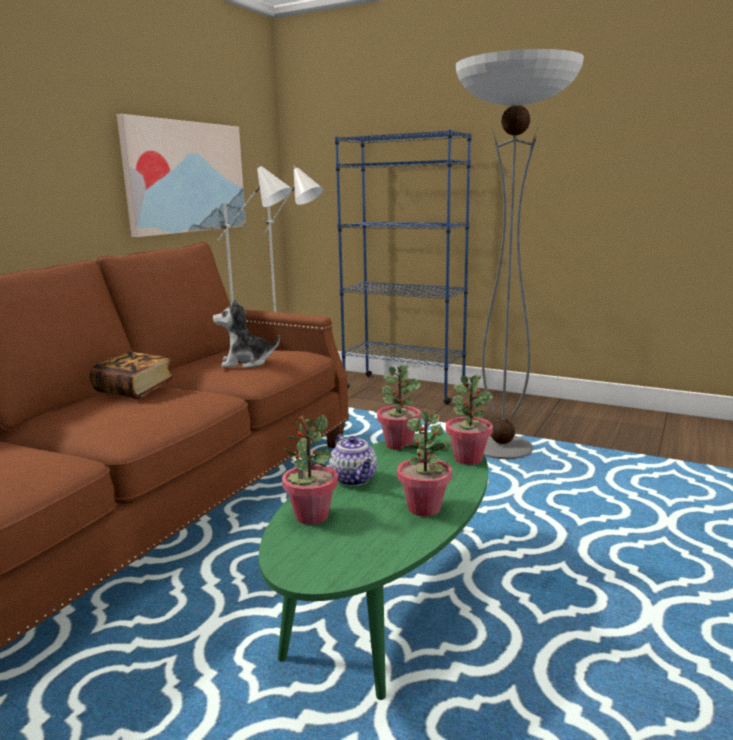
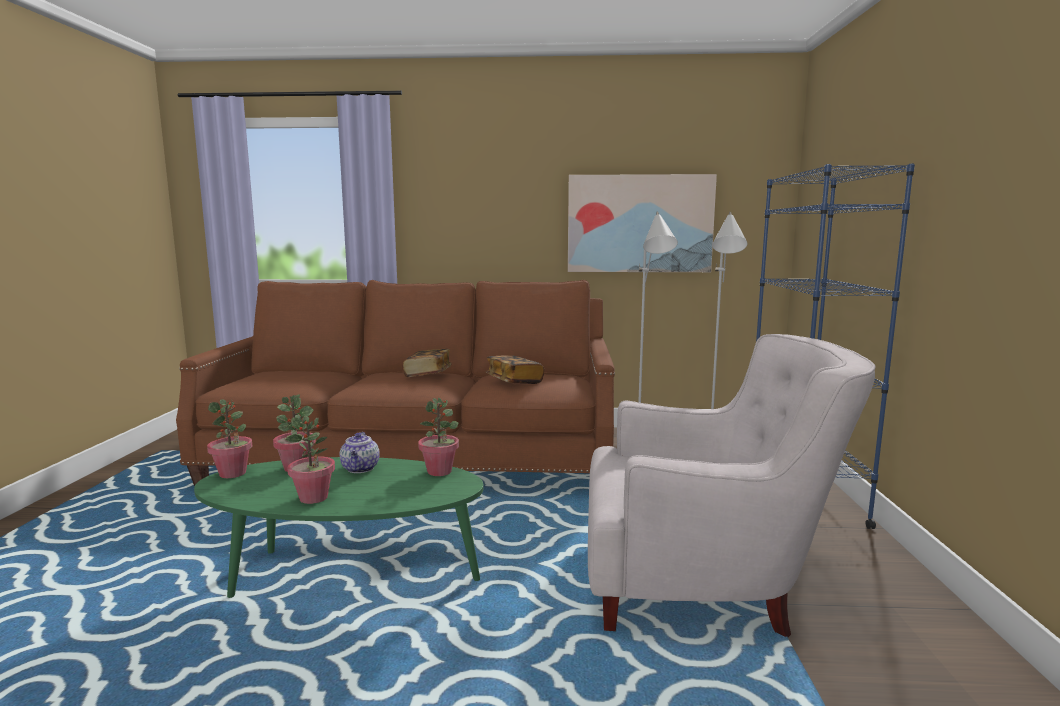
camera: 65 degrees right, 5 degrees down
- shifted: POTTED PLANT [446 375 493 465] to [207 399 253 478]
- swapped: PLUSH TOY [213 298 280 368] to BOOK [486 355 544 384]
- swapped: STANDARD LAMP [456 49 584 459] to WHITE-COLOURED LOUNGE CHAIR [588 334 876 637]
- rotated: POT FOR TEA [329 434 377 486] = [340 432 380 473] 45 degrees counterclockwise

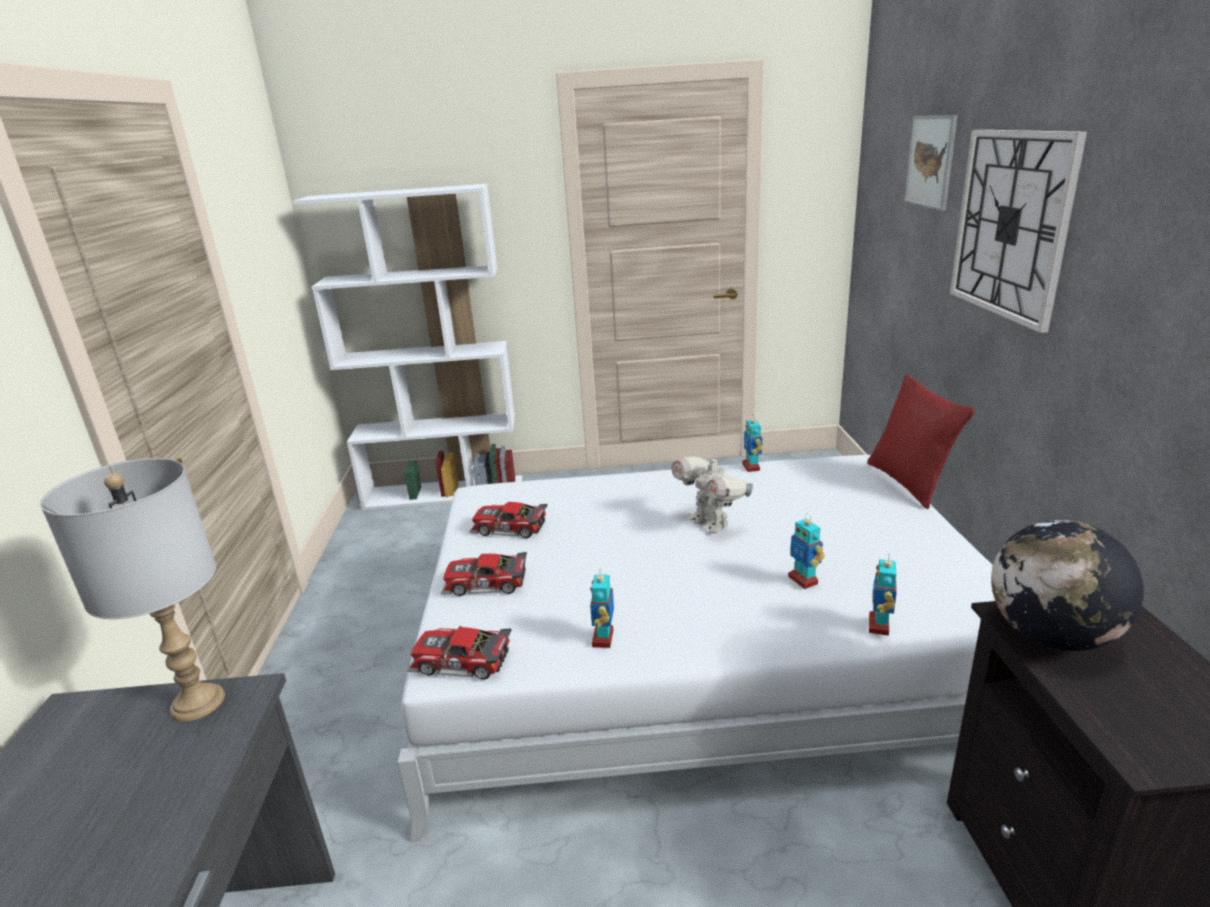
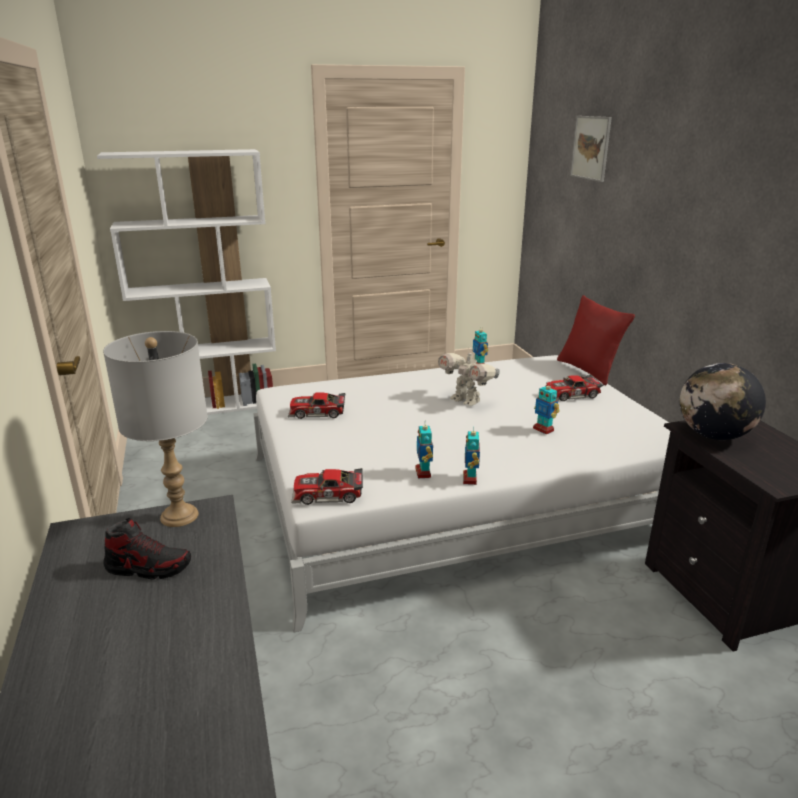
camera: 15 degrees left, 0 degrees up
- gone: HANGING CLOCK [950 130 1087 333]
- new: SHOE [103 518 191 580]
- shifted: MINIATURE CAR [441 552 527 596] to [546 375 604 401]
- shifted: TOY ROBOT [869 556 897 636] to [463 430 480 485]

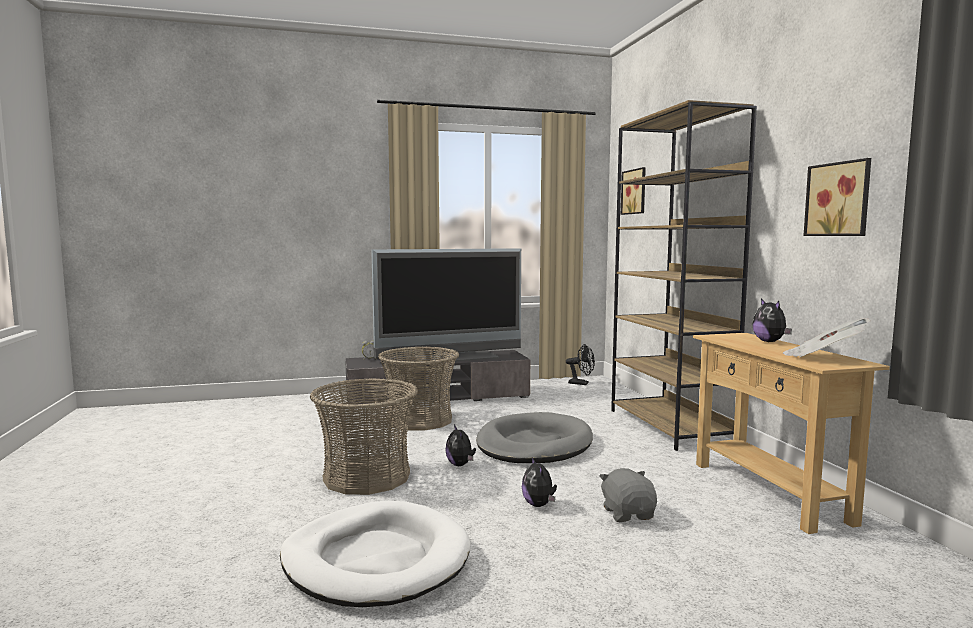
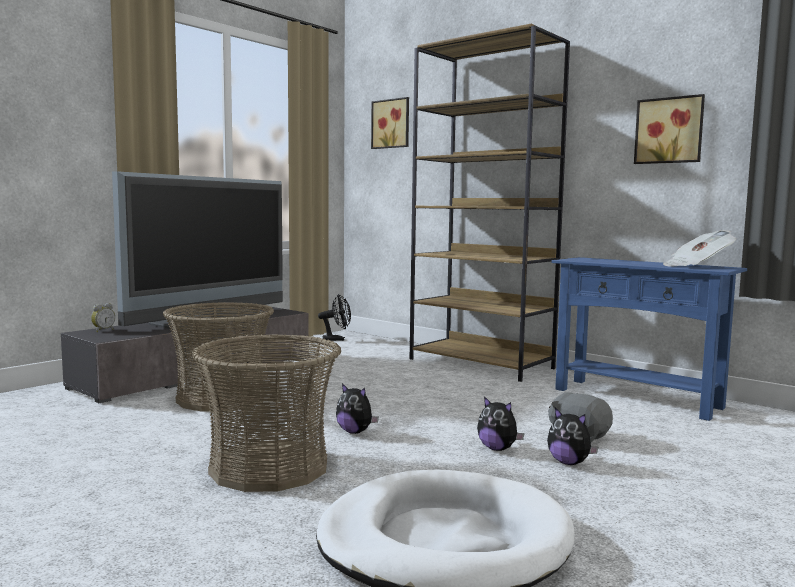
camera: 35 degrees left, 0 degrees up
- gone: GRAY DOG BED [476 412 593 463]
- shifted: PLUSH TOY [752 299 792 342] to [547 408 598 465]
- repainted: BEIGE-COLOURED HALL TABLE [693 333 890 534] to BLUISH HALL TABLE [552 257 747 421]

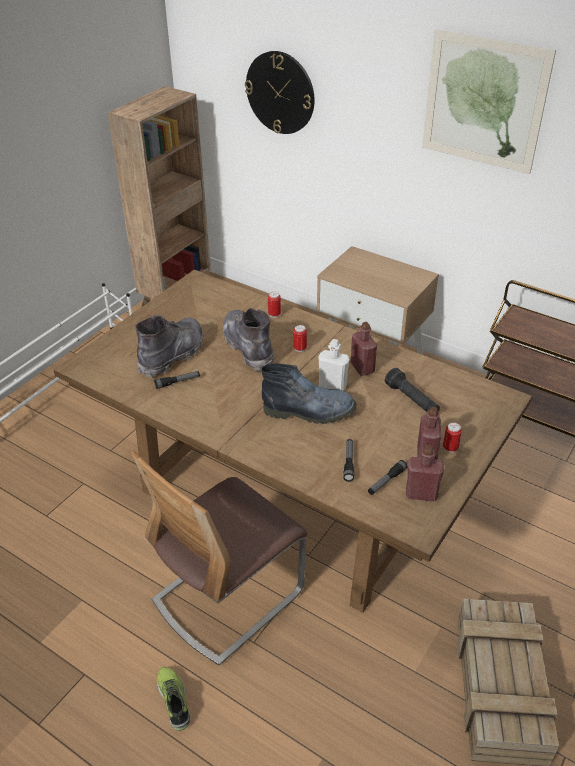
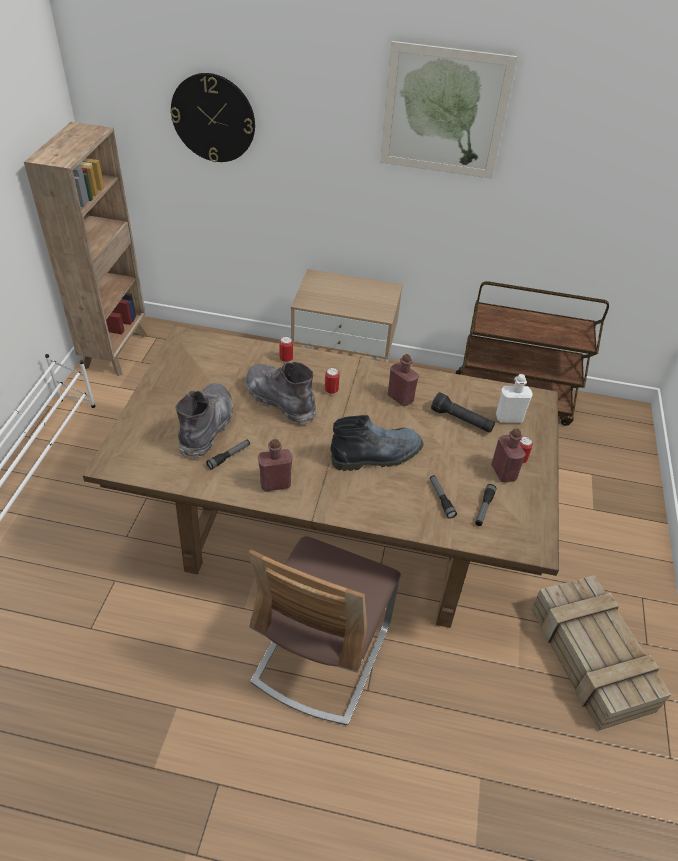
camera: 25 degrees left, 5 degrees up
- gone: SHOE [157 667 190 731]
- shifted: WHITE-COLOURED DRINK BOTTLE [318 339 349 391] to [496 374 533 423]
- shifted: RED DRINK BOTTLE [406 445 444 502] to [258 439 292 492]

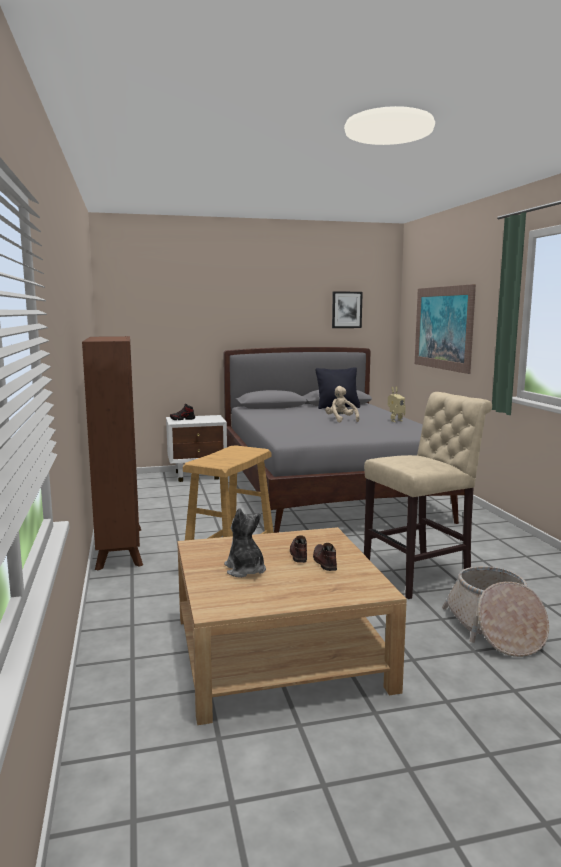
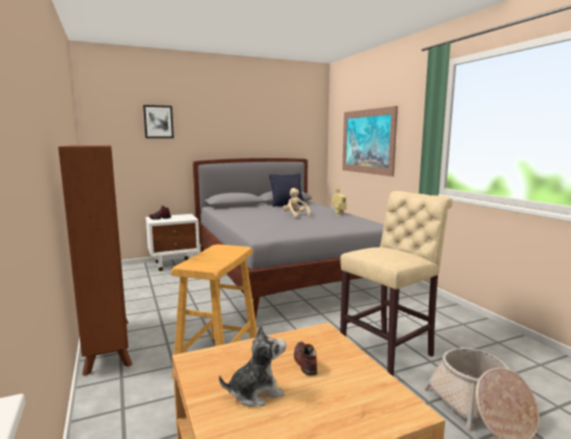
camera: 10 degrees left, 0 degrees up
- gone: BROWNISH SHOE [313 543 337 571]
- shifted: WALL PICTURE [332 291 363 328] to [143 105 174 138]
- rotated: PLUSH TOY [224 508 266 578] = [219 325 286 407] 105 degrees clockwise

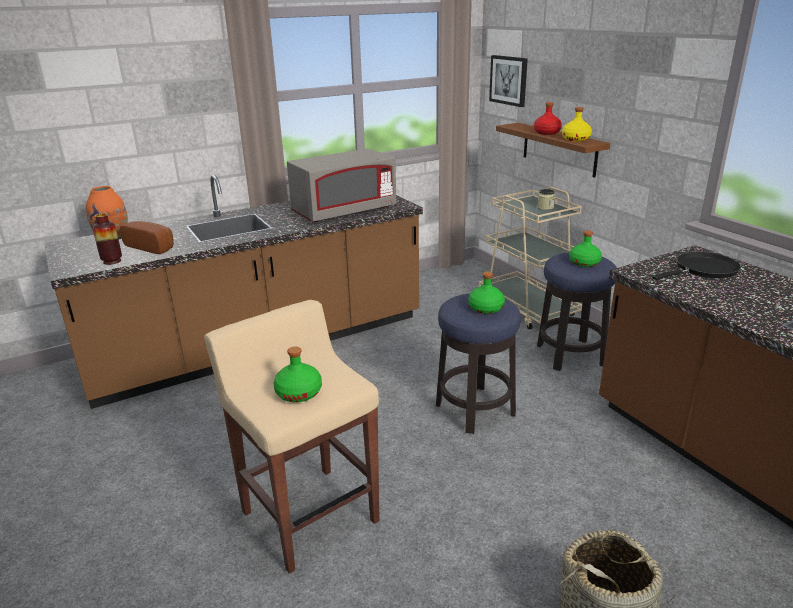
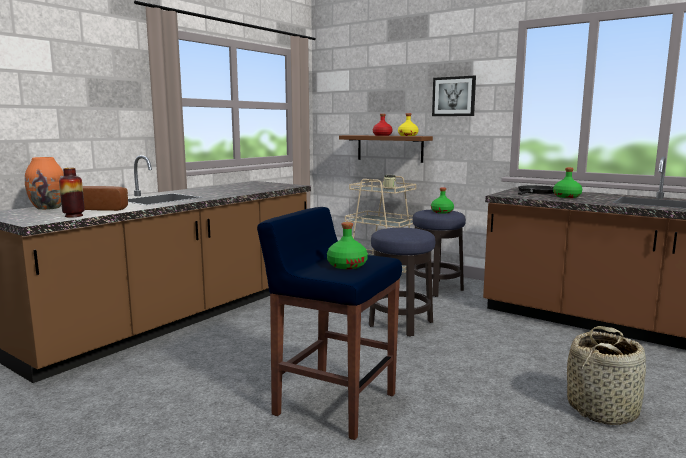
camera: 25 degrees left, 15 degrees down
- gone: GRAY KITCHEN MICROWAVE [287 149 396 222]
- shifted: GREEN DRINK BOTTLE [468 271 505 314] to [553 168 582 198]
- shifted: WALL PICTURE [489 55 528 107] to [432 76 476 116]
- repainted: BEIGE-COLOURED SITTING STOOL [204 300 379 574] to BLUISH SITTING STOOL [257 207 402 440]

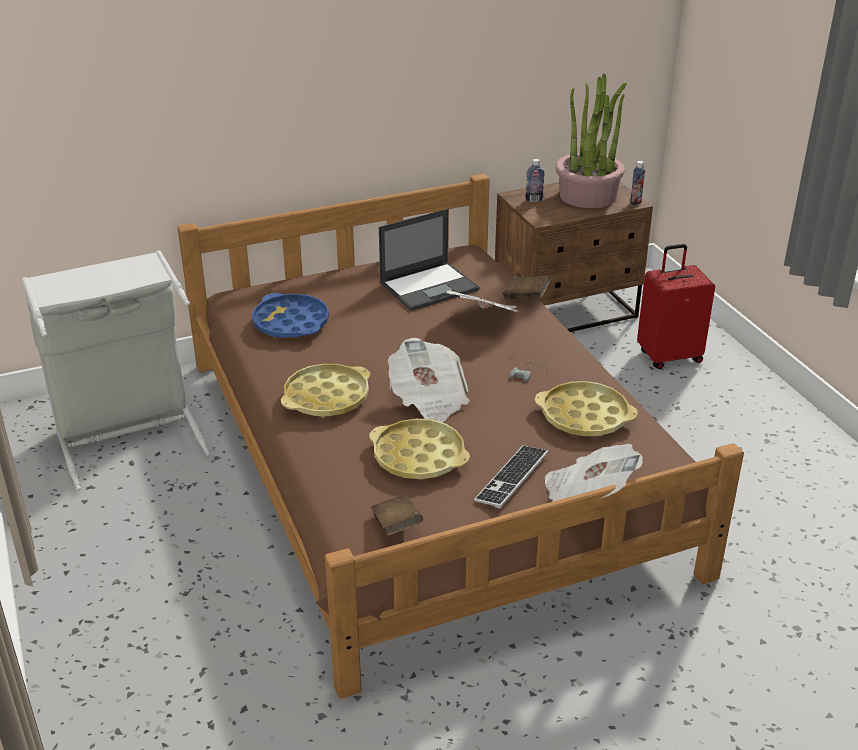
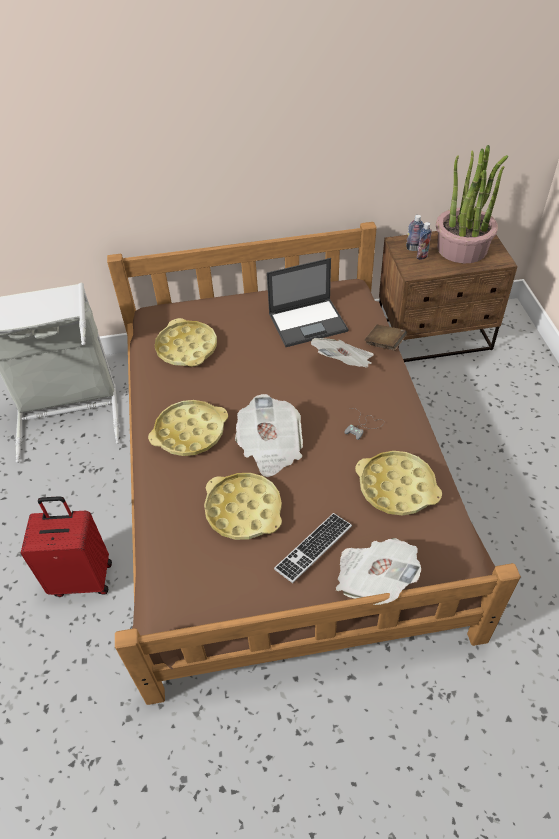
camera: 15 degrees right, 15 degrees up
- gone: BROWNISH BOOK [371 494 423 536]
- shifted: DRINK BOTTLE [630 161 645 205] to [417 222 432 260]
- shifted: RED PIECE OF LUGGAGE [637 244 715 369] to [21 496 112 597]
- repainted: BLUISH SERVING TRAY [252 293 329 338] to YELLOW-COLOURED SERVING TRAY [155 318 217 367]

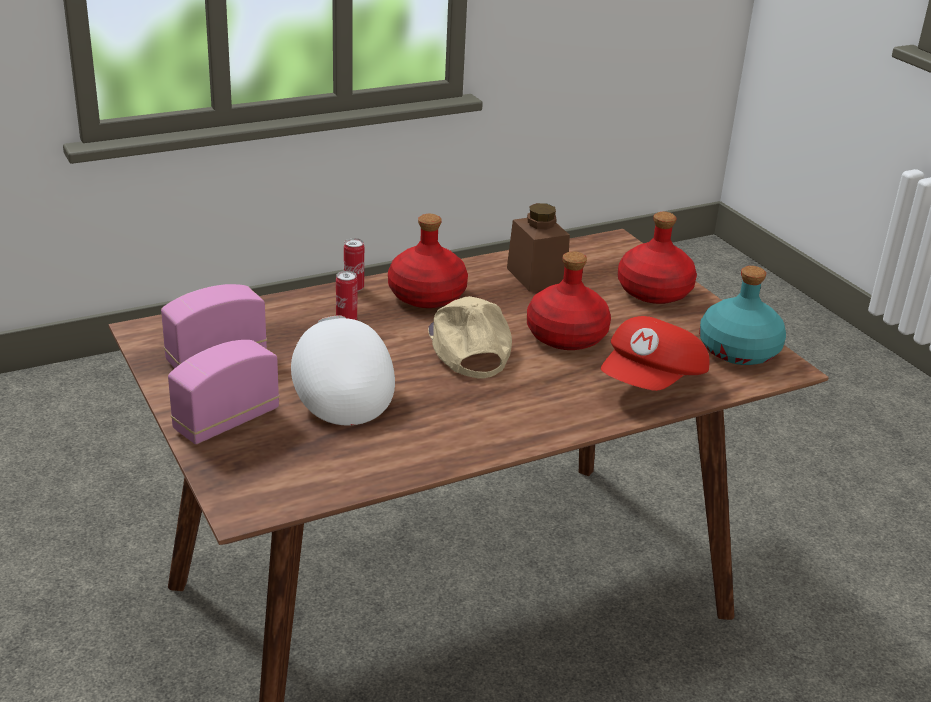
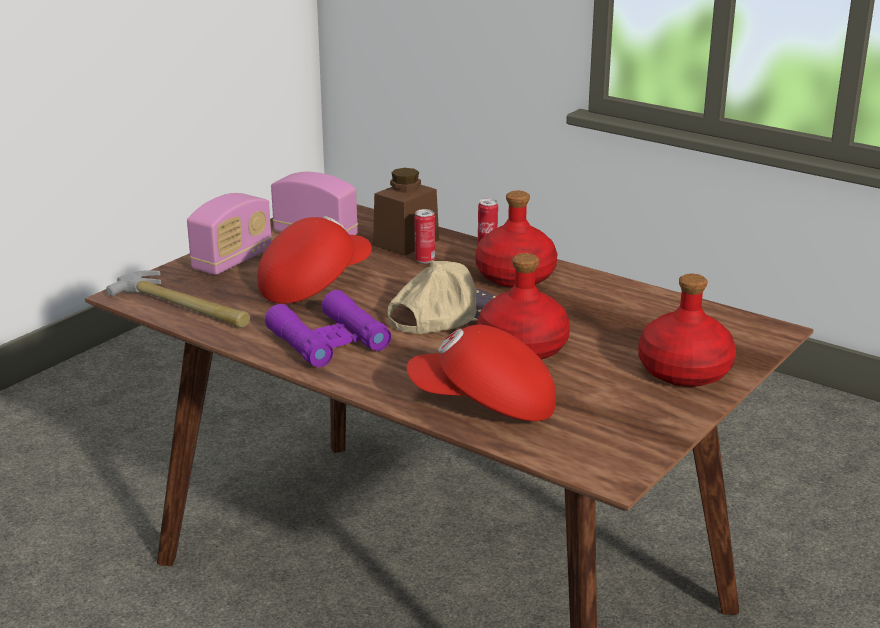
camera: 65 degrees right, 5 degrees down
- gone: TURQUOISE-COLOURED DRINK BOTTLE [699 266 786 365]
- new: HAND HAMMER [106 270 250 328]
- new: PURPLISH FIELD GLASSES [265 290 391 367]
- shifted: BROWNISH STORAGE JAR [507 203 570 292] to [373 168 439 256]
- repainted: WHITE-COLOURED BASEBALL CAP [291 315 395 425] to RED BASEBALL CAP [257 216 372 304]
- rotated: RADIO RECEIVER [168 340 280 444] = [187 193 272 275] 105 degrees clockwise

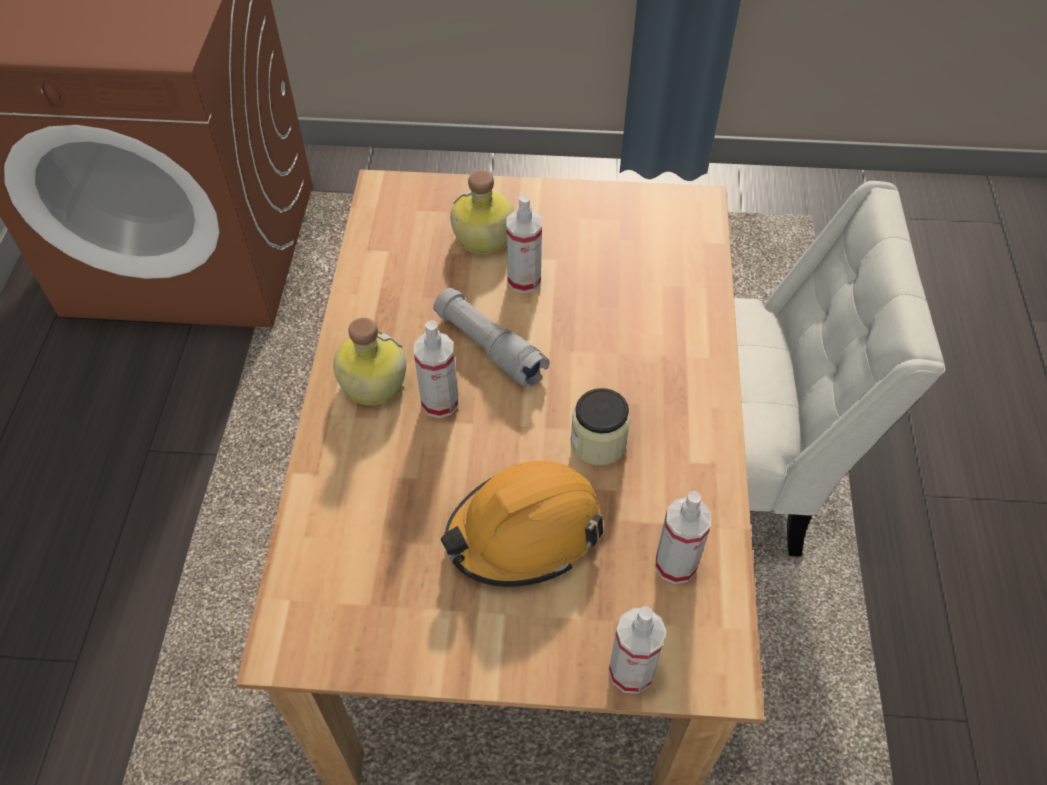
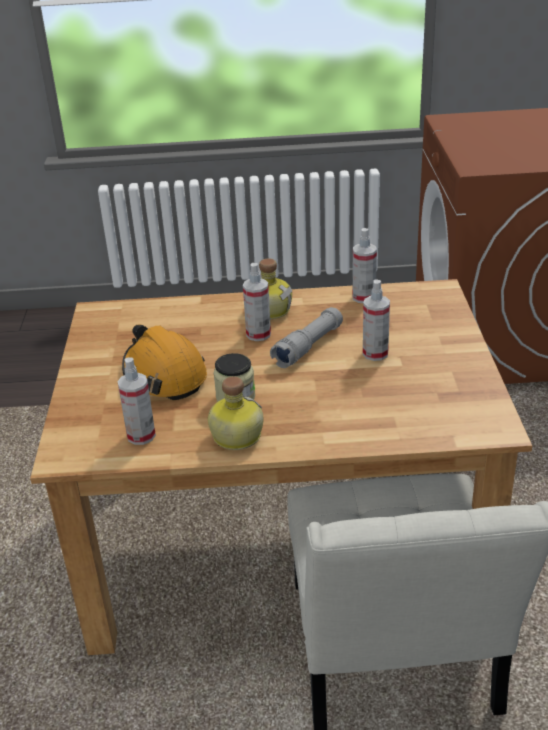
camera: 85 degrees right, 20 degrees down
- shifted: DRINK BOTTLE [450 170 514 254] to [208 376 263 450]
- shifted: SPRAYER [609 606 666 694] to [352 228 377 303]

